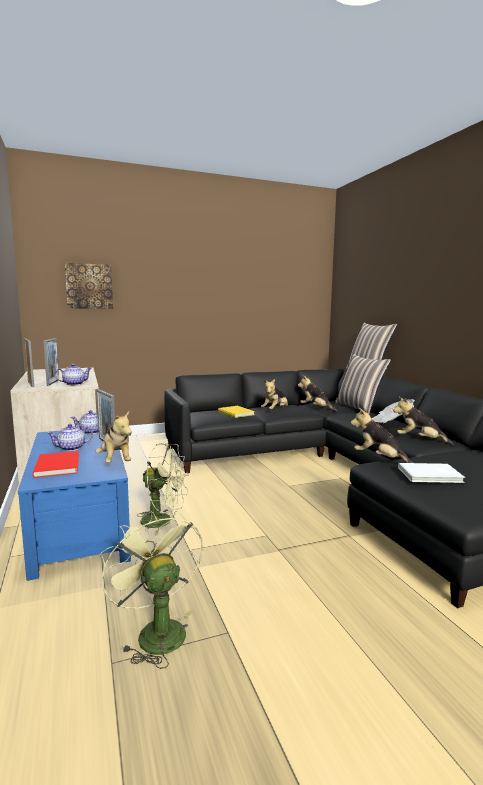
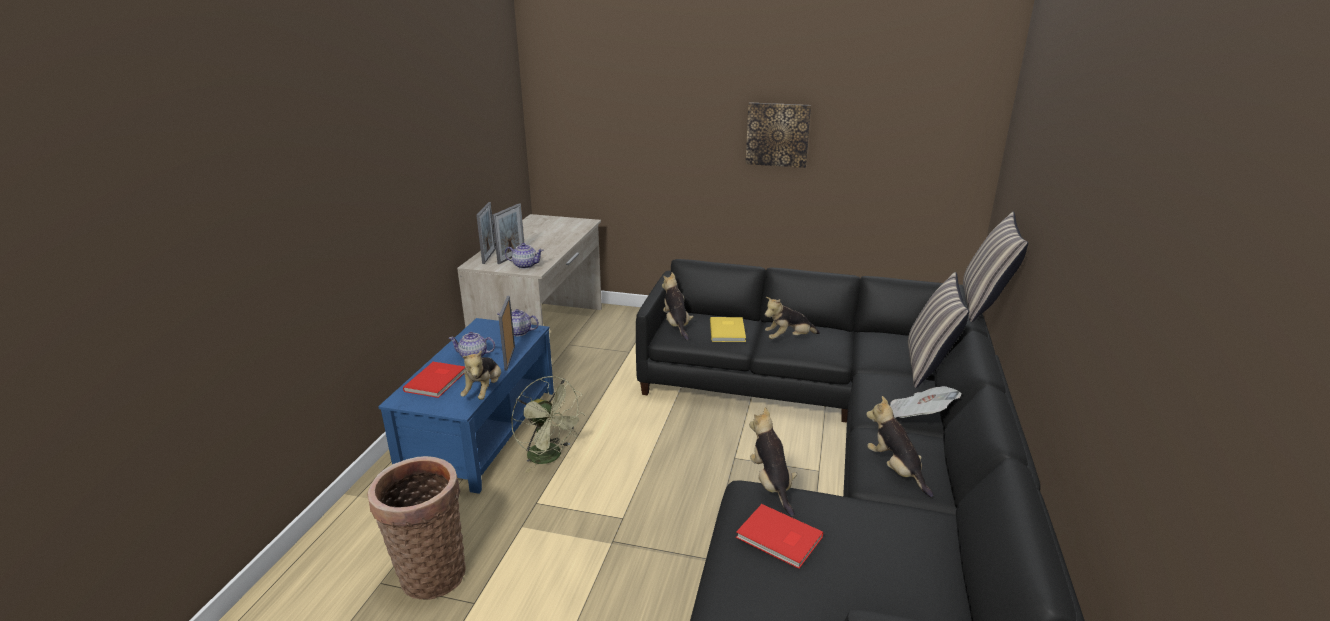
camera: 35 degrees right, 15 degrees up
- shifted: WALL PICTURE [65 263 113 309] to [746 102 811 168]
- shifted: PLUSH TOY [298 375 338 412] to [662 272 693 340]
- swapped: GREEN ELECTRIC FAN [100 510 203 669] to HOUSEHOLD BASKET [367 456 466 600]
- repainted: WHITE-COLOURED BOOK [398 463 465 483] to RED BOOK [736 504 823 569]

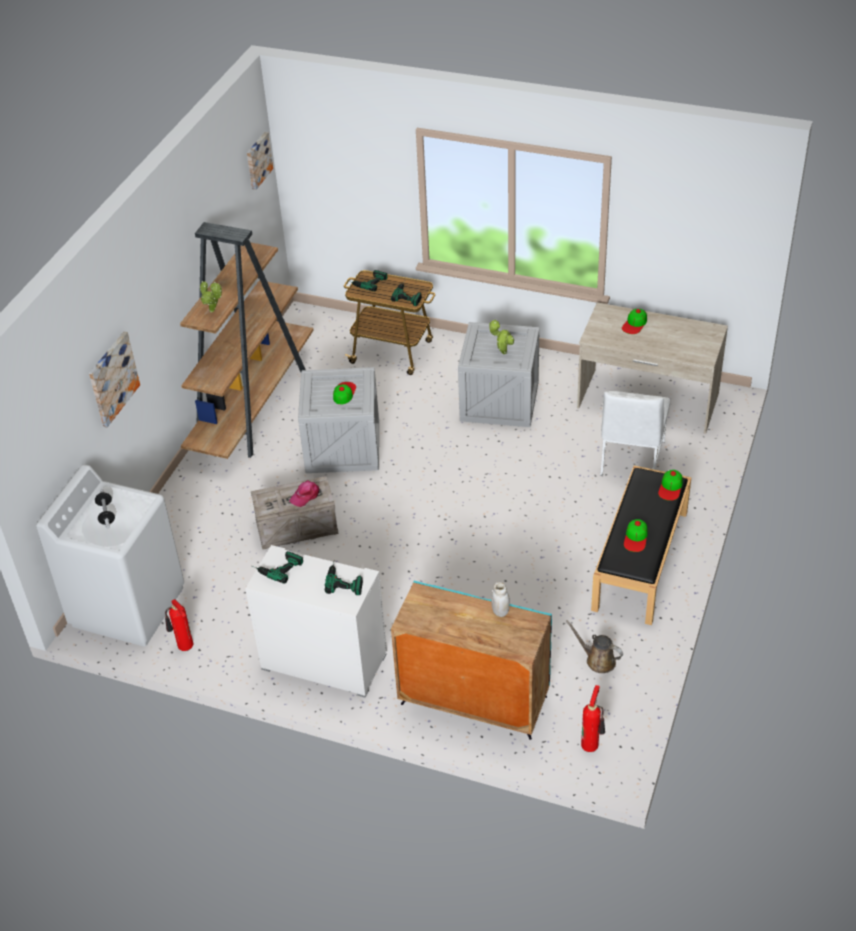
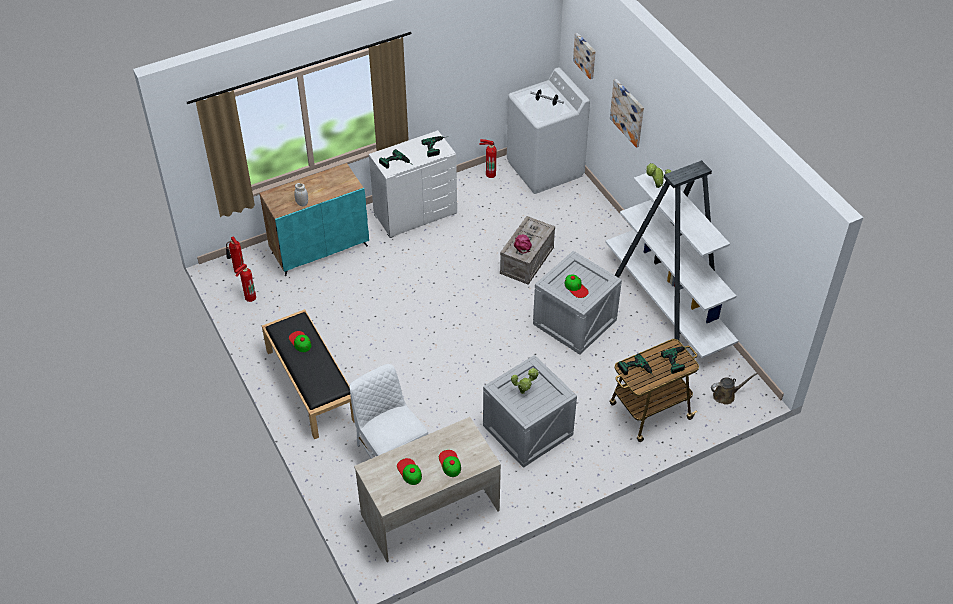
camera: 130 degrees right, 5 degrees up
- new: FIRE EXTINGUISHER [235 264 256 302]
- shifted: WALL PICTURE [247 132 273 190] to [573 33 596 79]
- shifted: BROWNISH WATERING CAN [566 621 623 673] to [711 373 757 405]
- shifted: BASEBALL CAP [658 470 683 501] to [397 458 422 485]
- repainted: BROWNISH BOOKSHELF [180 222 314 459] to WHITE-COLOURED BOOKSHELF [605 160 738 358]

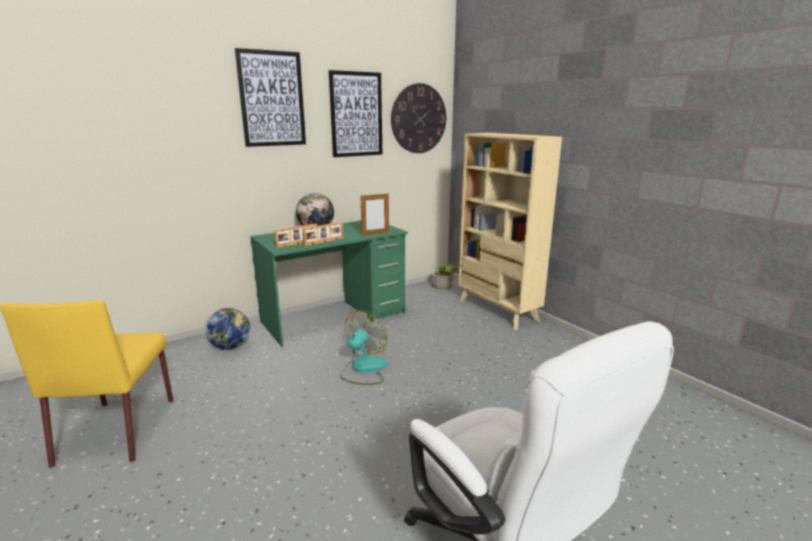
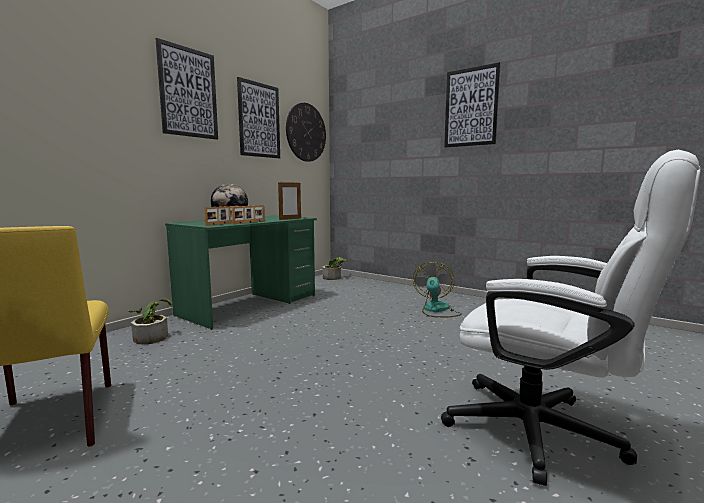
camera: 20 degrees left, 10 degrees down
- gone: BEIGE-COLOURED BOOKSHELF [458 133 562 330]
- new: WALL PICTURE [444 62 501 147]
- shifted: ELECTRIC FAN [340 310 388 385] to [413 262 462 317]
- swapped: WORLD GLOBE [205 308 250 350] to POTTED PLANT [128 299 172 344]

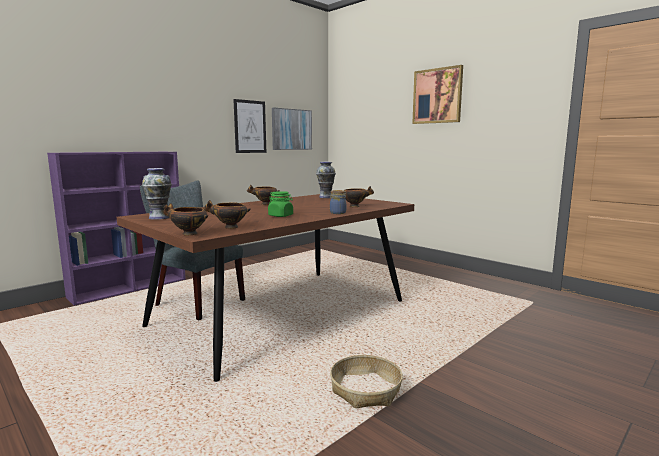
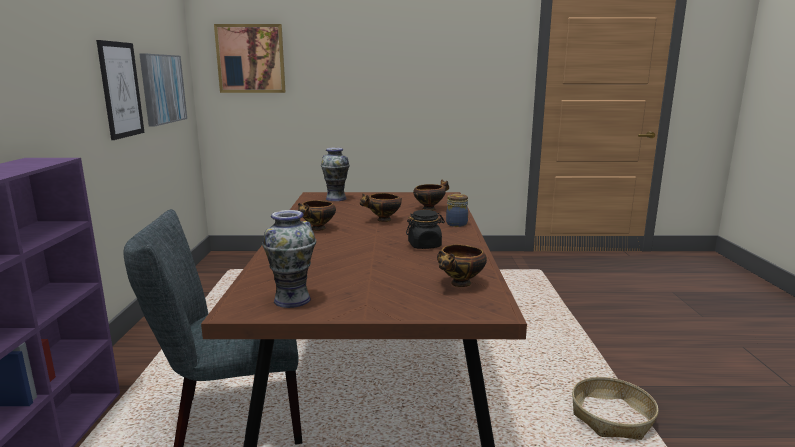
camera: 45 degrees left, 5 degrees up
- shifted: SERVING BOWL [164 203 208 235] to [360 193 402 222]
- shifted: WALL PICTURE [412 65 463 124] to [214 24 286 93]
- repainted: GREEN STORAGE JAR [268 191 293 217] to BLACK-COLOURED STORAGE JAR [406 210 445 249]

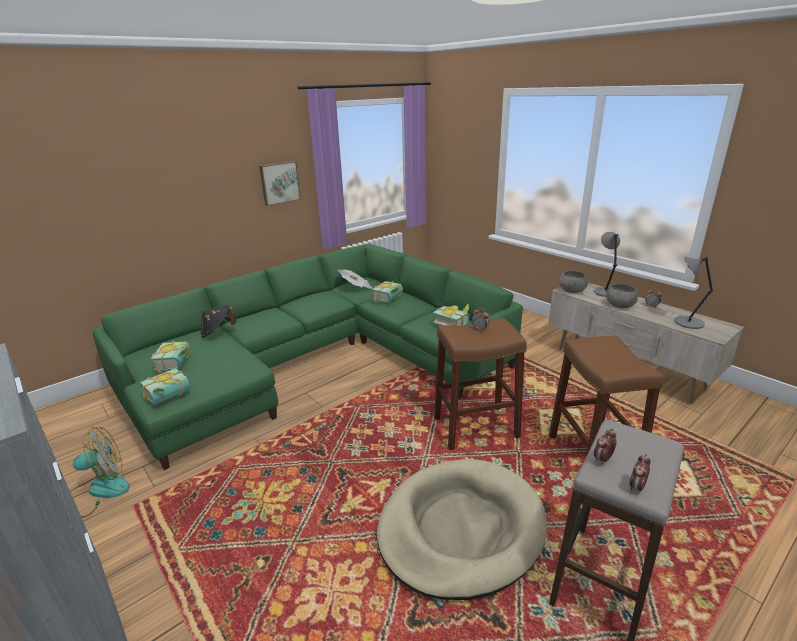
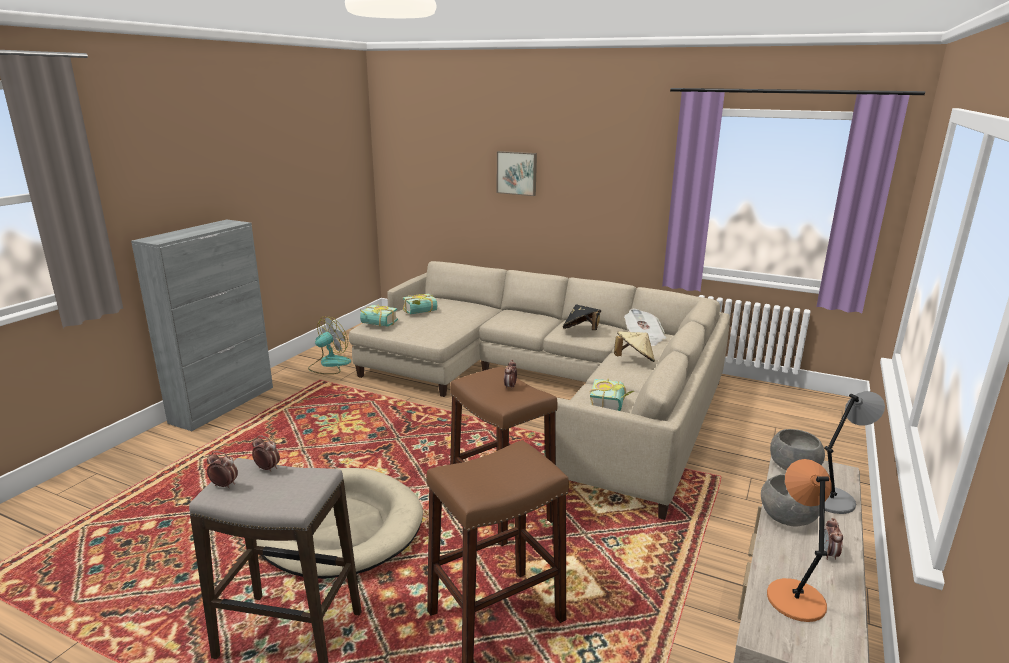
camera: 65 degrees right, 5 degrees down
- shifted: BLACK-COLOURED WEARABLE HAT [200 305 236 338] to [563 304 601 330]
- shifted: WALL PICTURE [259 161 301 206] to [497 151 537 196]
- swapped: BOOK [372 281 403 303] to BEIGE-COLOURED WEARABLE HAT [614 331 655 362]
- repainted: GREEN SOFA [93 244 523 470] to BEIGE-COLOURED SOFA [349 261 730 520]
- repainted: GRAY TABLETOP LAMP [674 256 713 329] to ORANGE TABLETOP LAMP [767 459 831 622]
- rotated: ELECTRIC FAN [70 427 130 518] = [308 317 351 374] 90 degrees counterclockwise

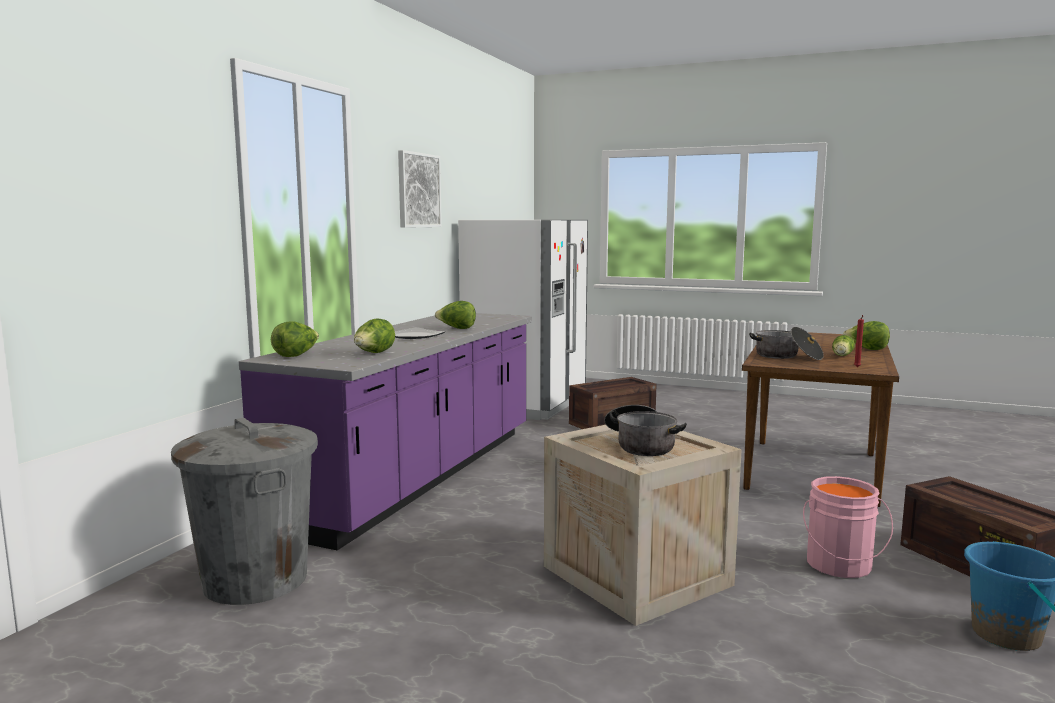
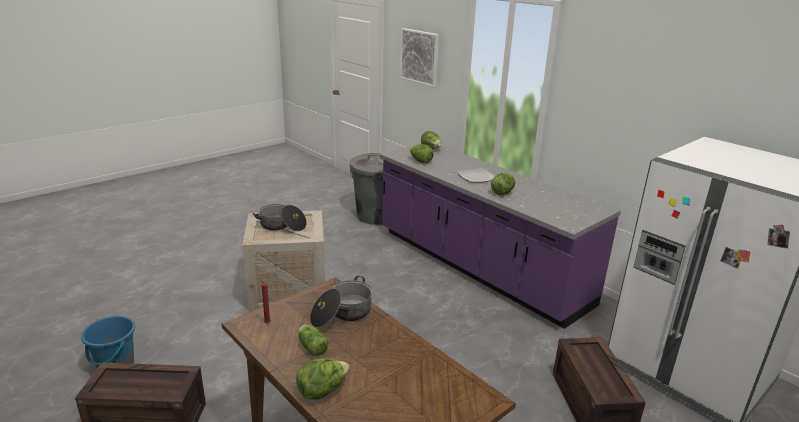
camera: 115 degrees right, 15 degrees up
- gone: PINKISH PAIL [803 476 893 578]
- shifted: WALL PICTURE [398 150 442 228] to [400 28 439 87]

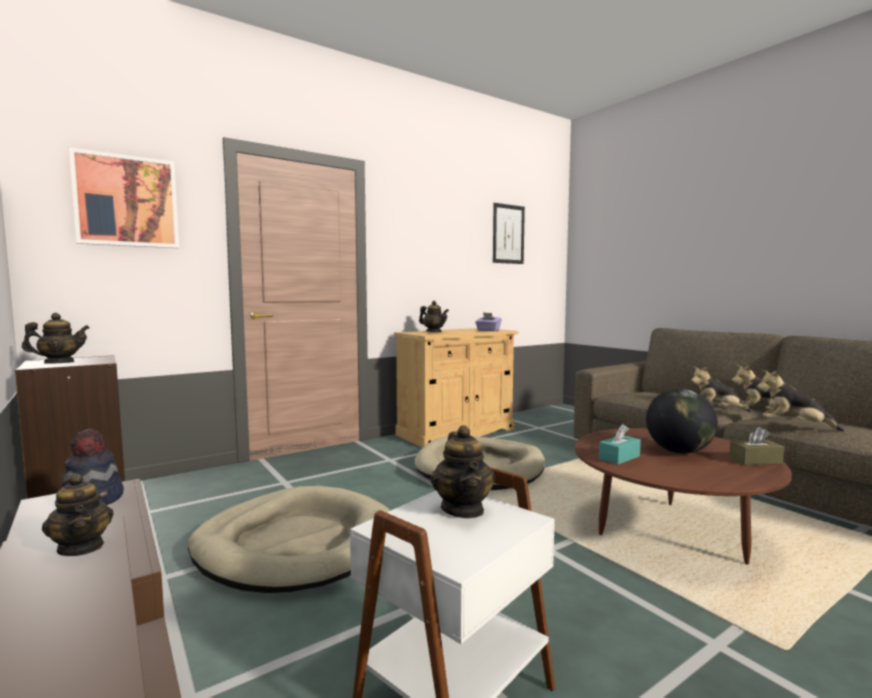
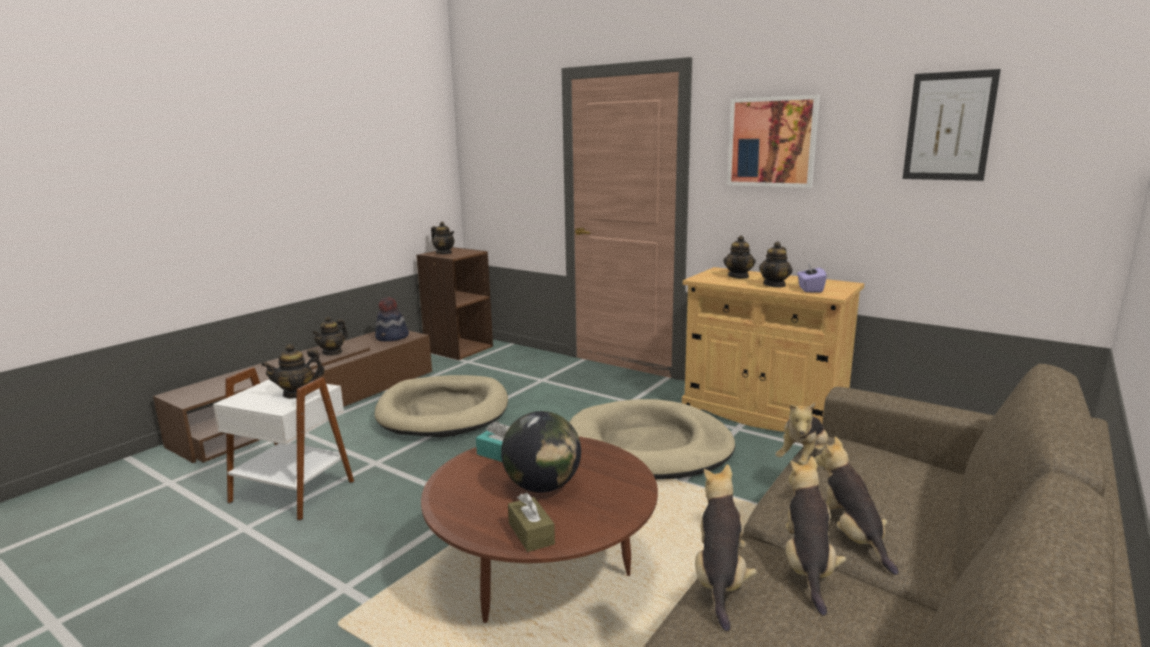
camera: 70 degrees right, 10 degrees up
- new: POT FOR TEA [759 241 792 287]
- new: PLUSH TOY [775 403 828 465]
- shifted: WALL PICTURE [69 147 179 248] to [727 95 820 188]

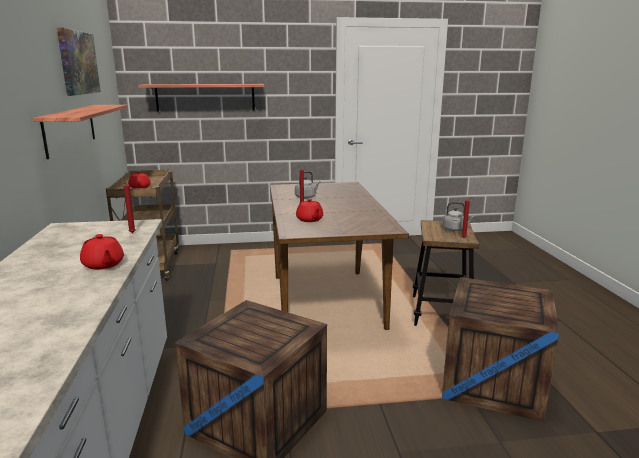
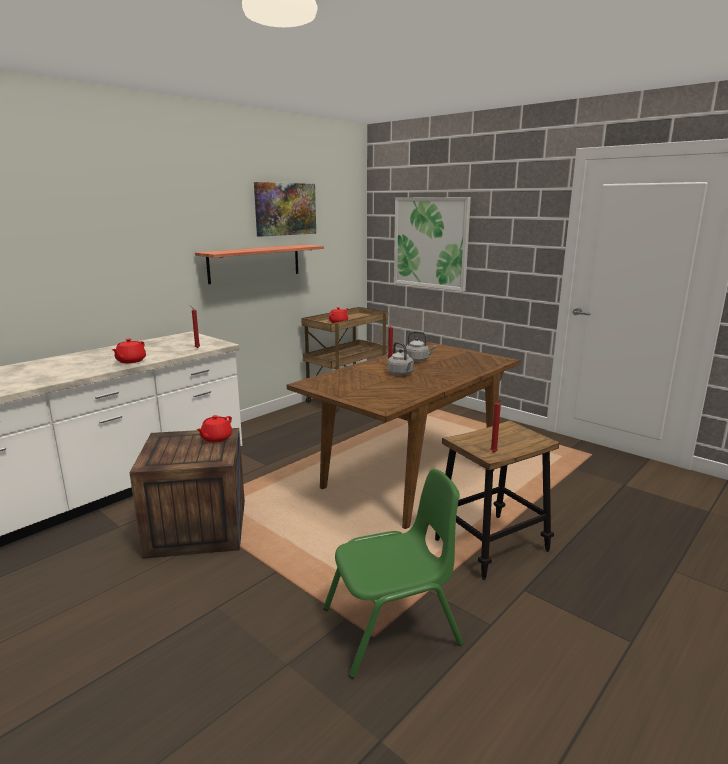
camera: 50 degrees right, 0 degrees up
- shifted: RED POT FOR TEA [296 199 323 222] to [197 415 232 442]
- shifted: GRAY WATER KETTLE [442 202 475 231] to [387 342 414 376]
- swapped: WALL SHELF [138 84 264 112] to WALL PICTURE [394 197 471 291]
- swapped: SHIPPING CRATE [442 277 559 422] to GREEN UPRIGHT CHAIR [323 468 463 678]

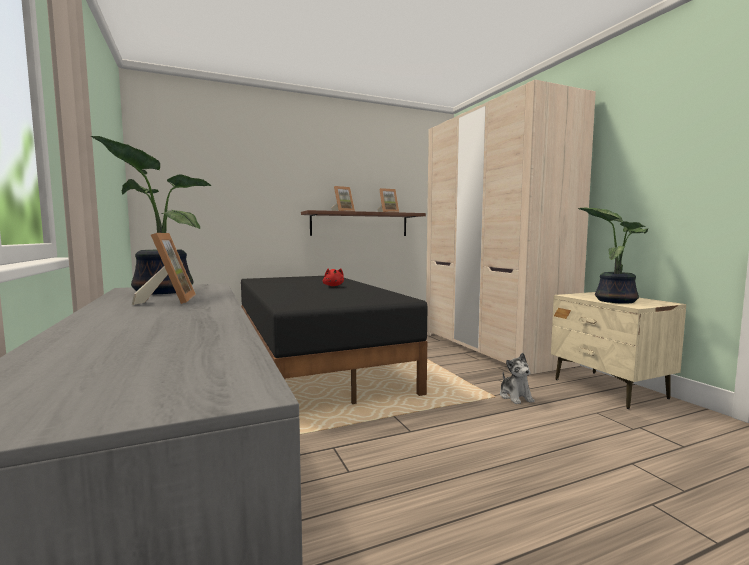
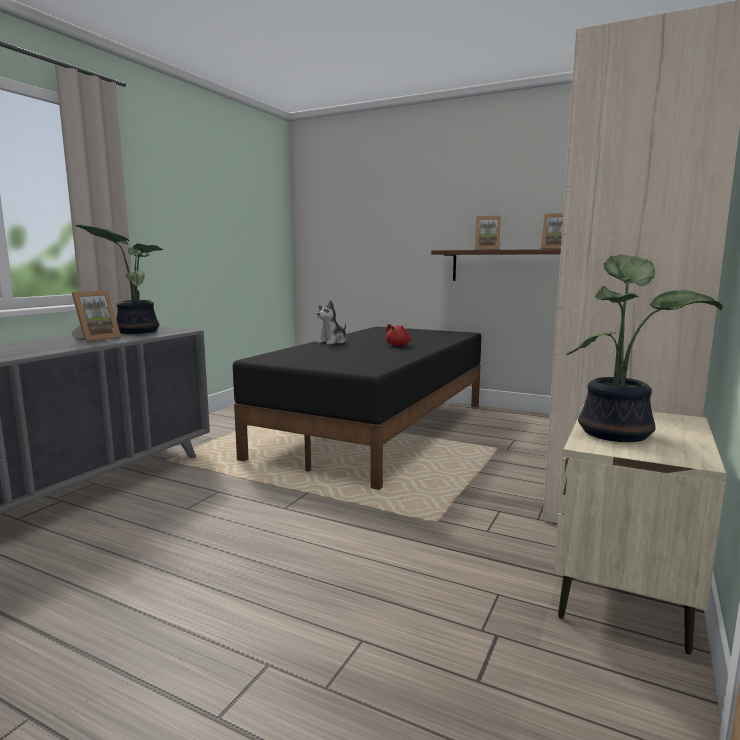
camera: 50 degrees right, 5 degrees up
- shifted: PLUSH TOY [500 353 535 404] to [316 300 346 344]

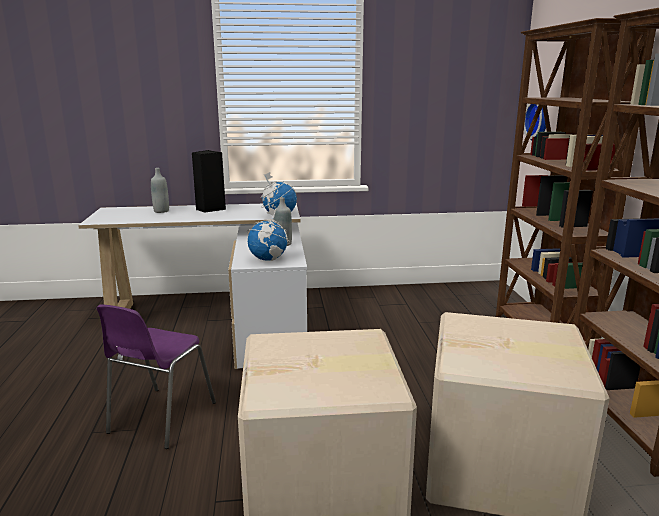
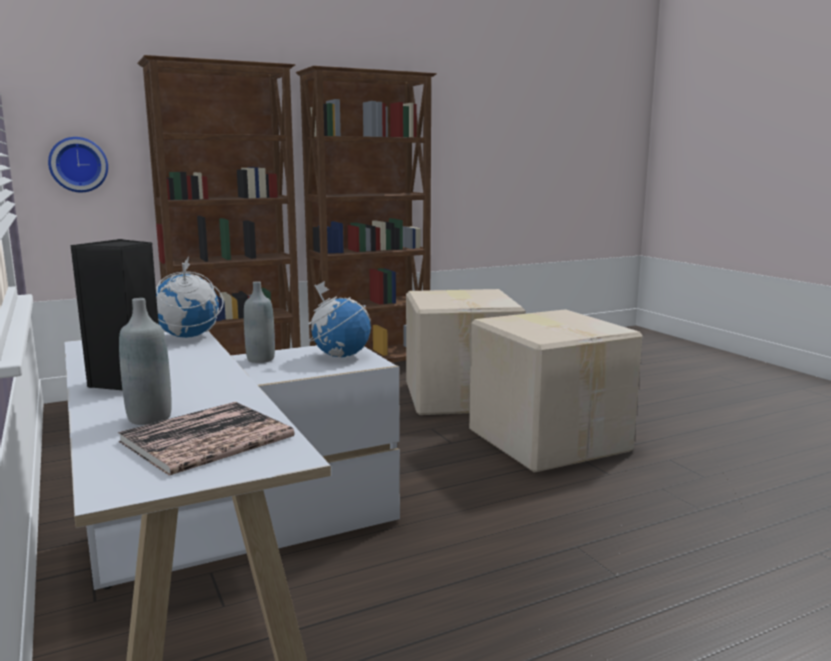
camera: 110 degrees left, 5 degrees down
- gone: PURPLISH UPRIGHT CHAIR [96 305 216 449]
- new: BOOK [118 402 295 476]

